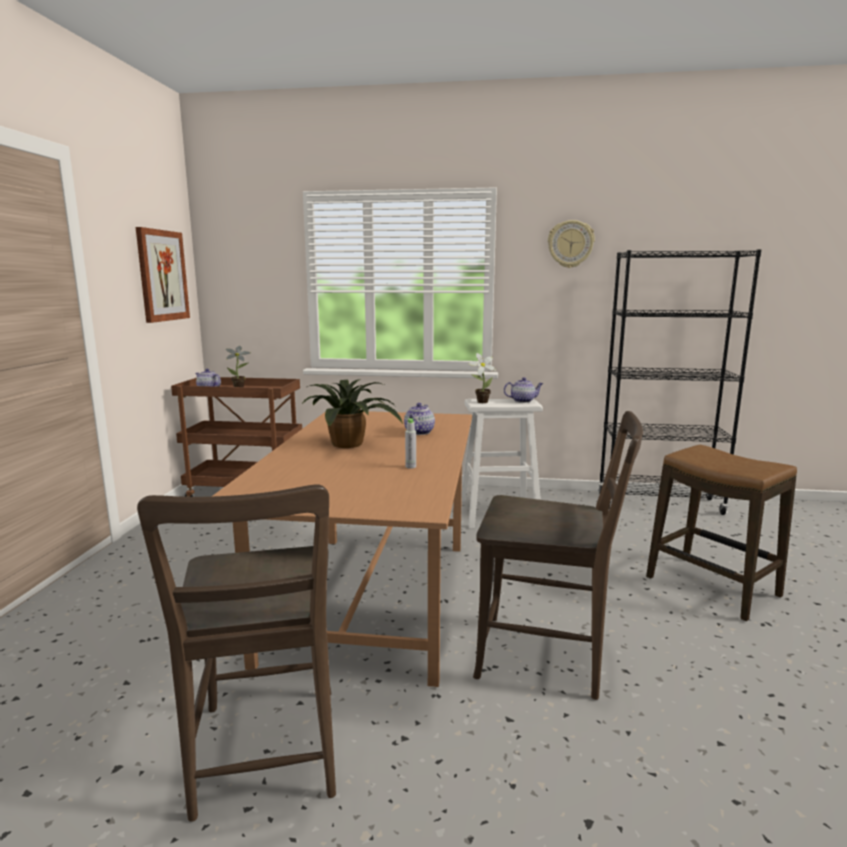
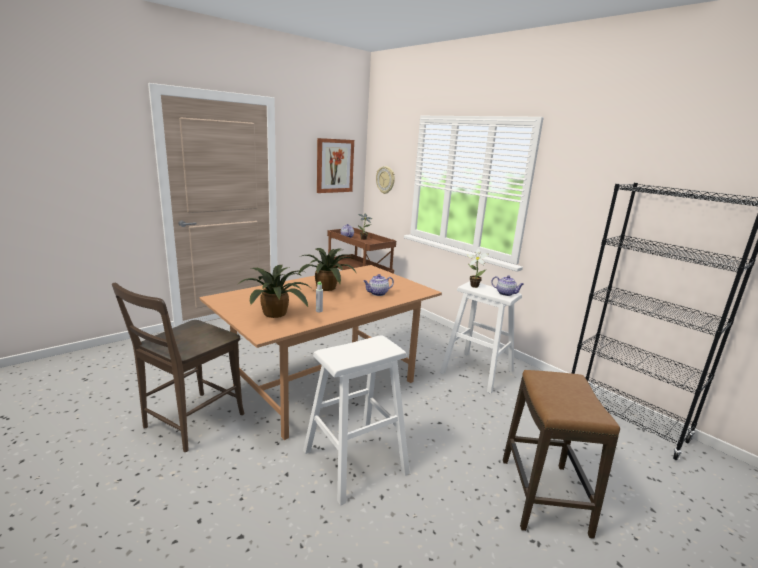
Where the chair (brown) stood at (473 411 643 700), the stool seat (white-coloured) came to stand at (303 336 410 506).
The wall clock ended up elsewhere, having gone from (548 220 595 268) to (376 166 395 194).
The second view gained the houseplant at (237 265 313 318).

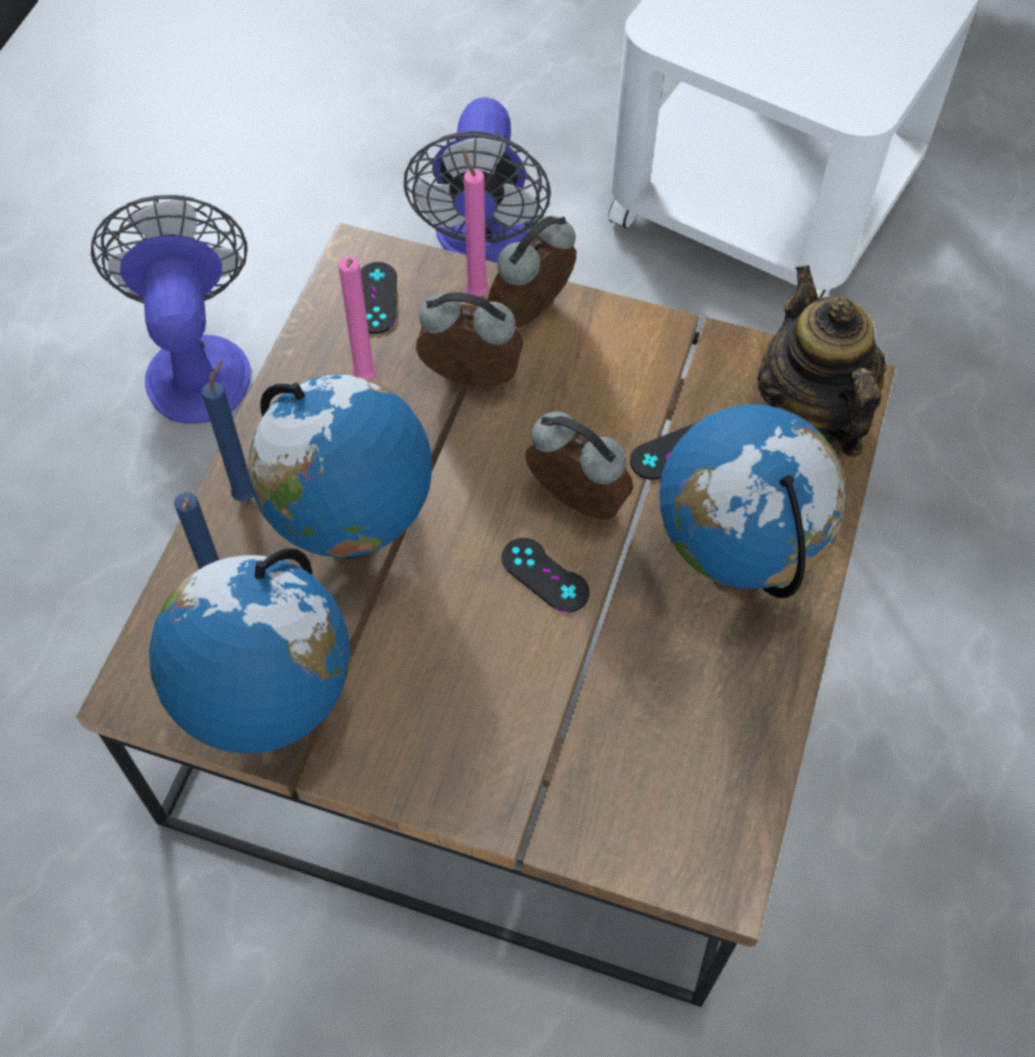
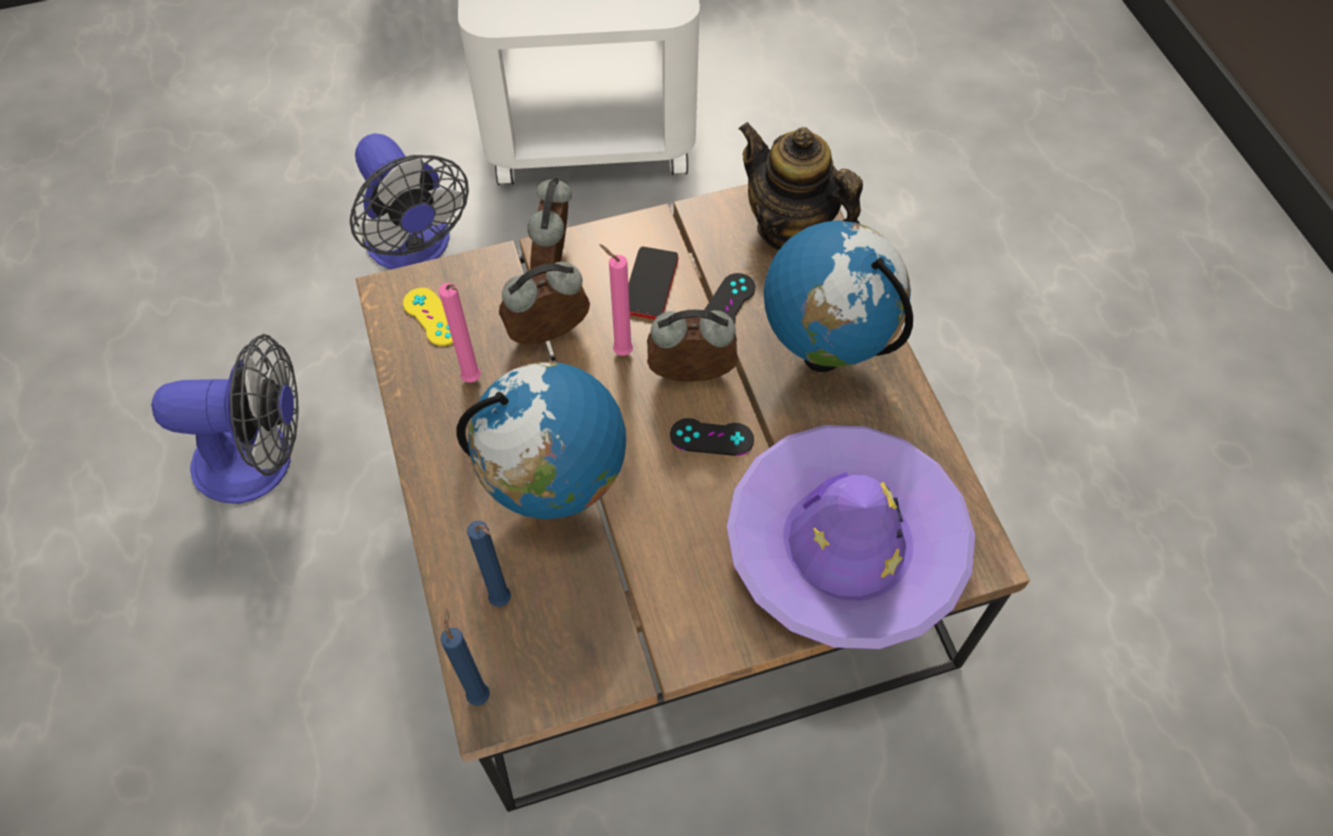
The electric fan at (91 195 251 424) ended up facing another way, 135 degrees clockwise from before.
The second view lost the desk globe at (149 548 350 754).
The wax light (blue) ended up elsewhere, having gone from (202 360 253 502) to (440 608 490 706).
What was the game controller (black-coloured) at (360 262 397 334) turned into the game controller (yellow-coloured) at (403 288 453 346).
The wax light (pink-coloured) ended up elsewhere, having gone from (462 148 488 297) to (599 244 633 356).
The second view gained the telephone at (628 246 678 319).
The second view gained the clothing hat (purple-coloured) at (727 425 975 649).

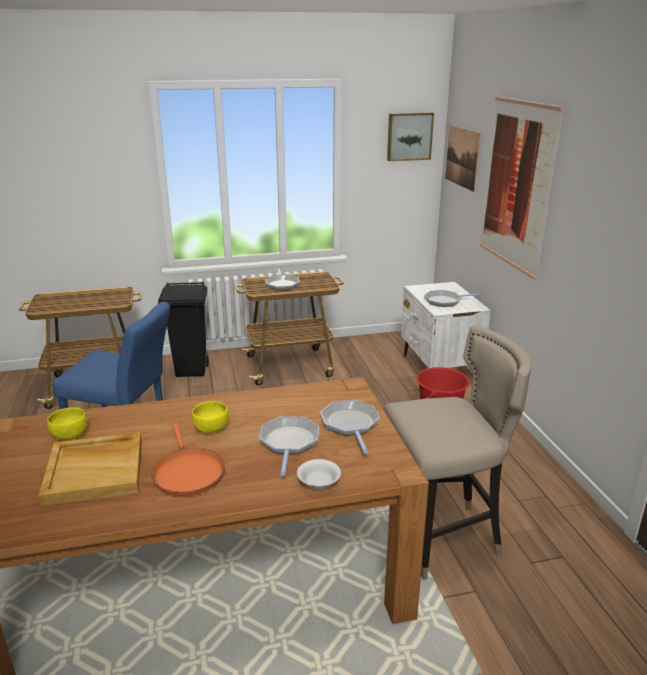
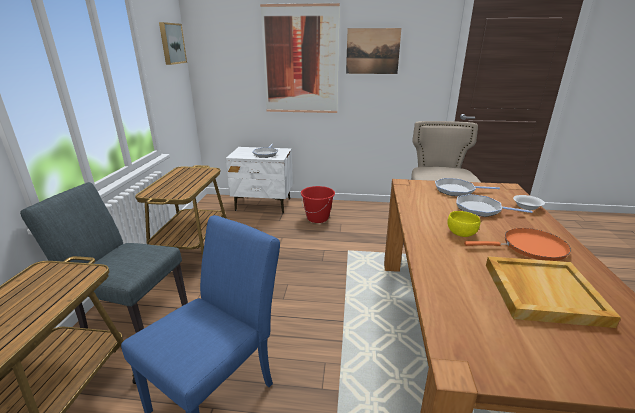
The second view lost the deep dish (yellow-coloured) at (47 407 87 440).
Where the trash can (black-coloured) stood at (158 281 209 377), the chair (gray) came to stand at (20 182 188 333).
The second view lost the frying pan at (265 268 300 291).
The picture ended up elsewhere, having gone from (445 125 481 192) to (346 28 401 74).

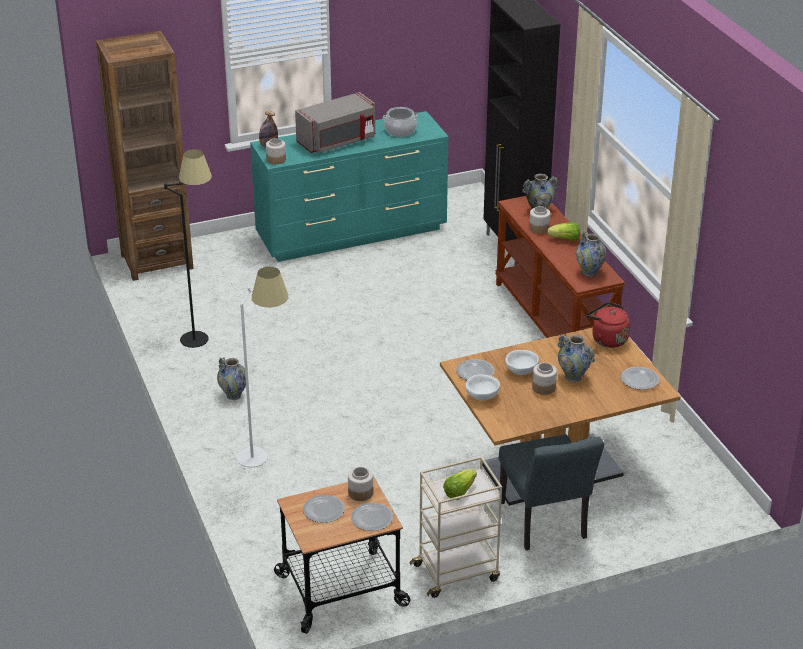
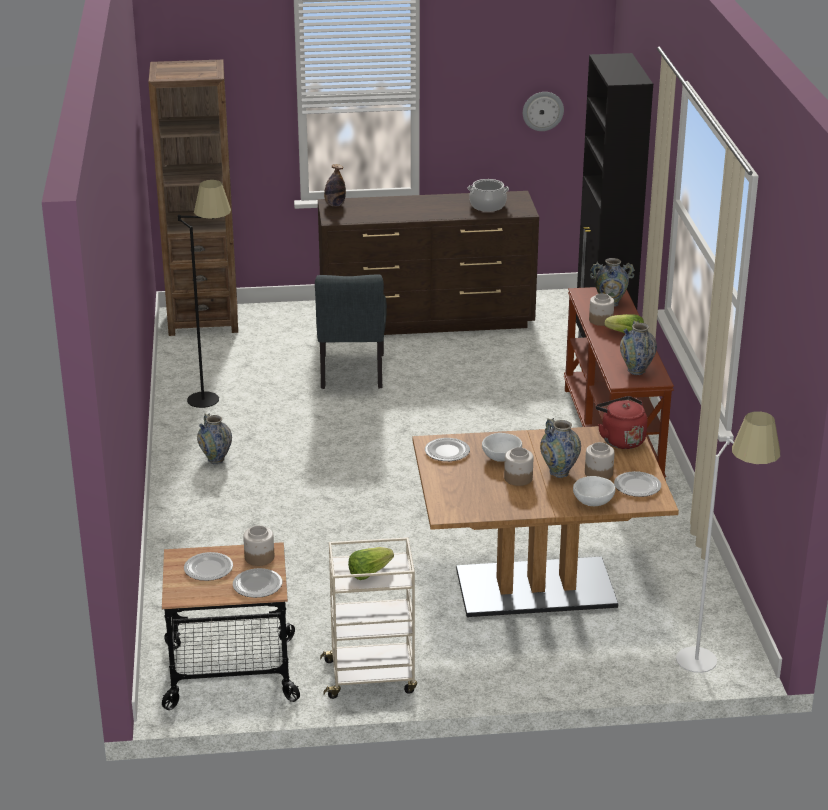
The standard lamp (white-coloured) ended up elsewhere, having gone from (237 267 288 468) to (676 411 780 673).
What was the dresser (turquoise) at (250 111 448 262) turned into the dresser (brown) at (318 191 539 335).
The preserve jar ended up elsewhere, having gone from (266 138 286 164) to (585 442 614 479).
The second view lost the microwave (gray) at (295 92 375 153).
The deep dish (white-coloured) ended up elsewhere, having gone from (466 374 500 401) to (573 476 616 506).
The chair (gray) ended up elsewhere, having gone from (499 434 604 550) to (315 275 387 389).
The second view gained the wall clock at (523 92 564 131).

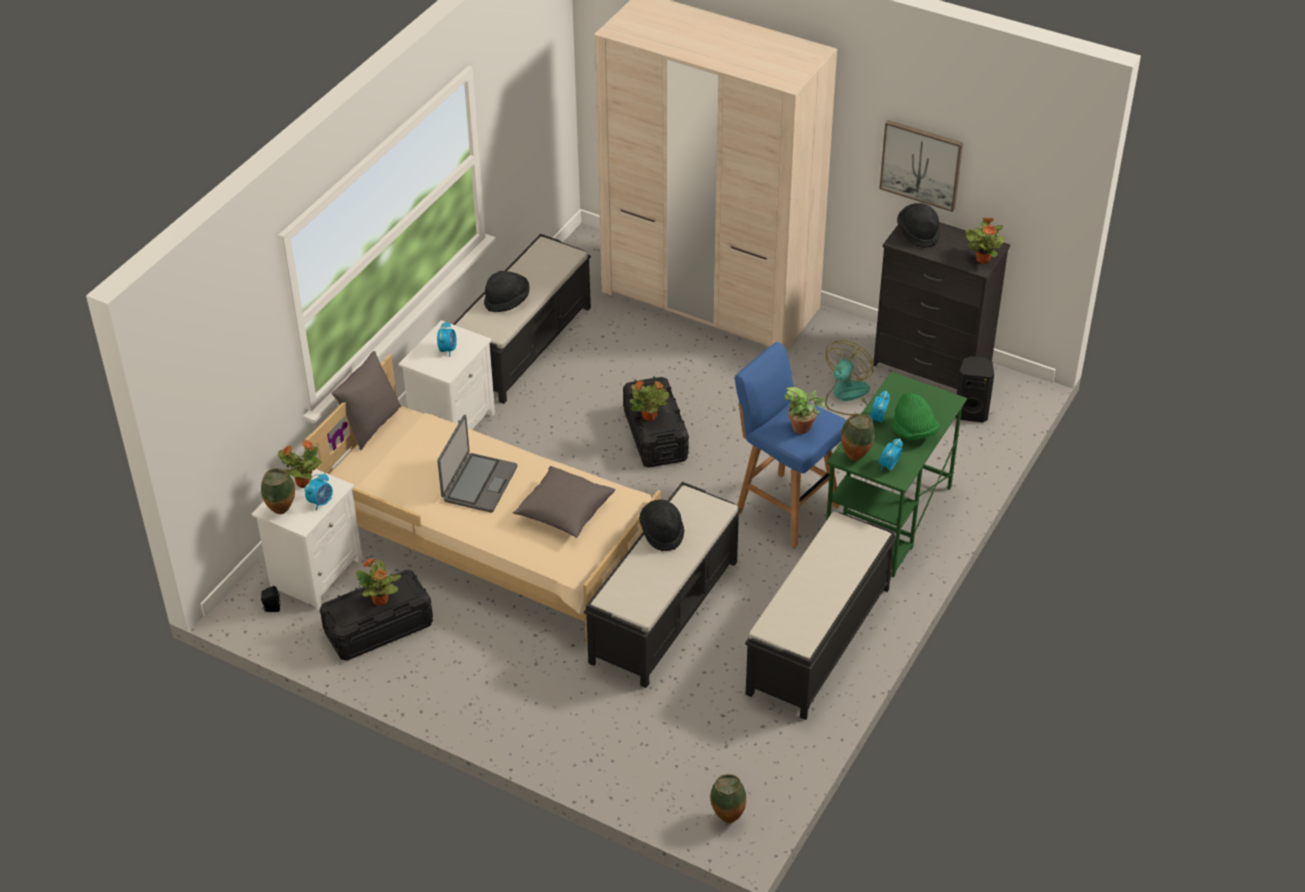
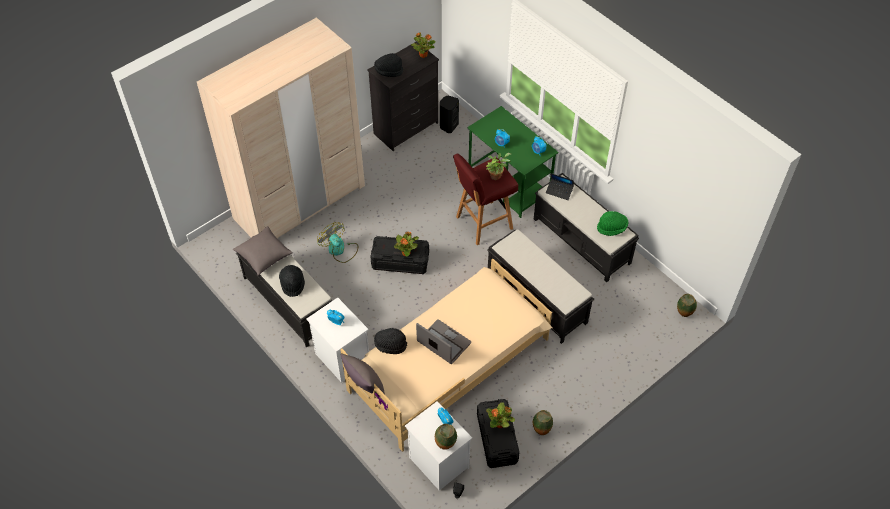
The second view lost the houseplant at (278 440 322 488).
The cushion (gray) ended up elsewhere, having gone from (513 466 615 538) to (233 226 293 276).
The clothing hat (black-coloured) ended up elsewhere, having gone from (639 499 685 551) to (374 328 407 354).
What was the stool seat (blue) at (734 342 846 547) turned into the stool seat (reddish) at (453 154 518 245).
The electric fan ended up elsewhere, having gone from (825 340 873 415) to (317 222 358 263).
The vase ended up elsewhere, having gone from (841 413 875 461) to (533 410 553 435).
The second view lost the picture at (879 120 963 212).
The clothing hat (greenish) ended up elsewhere, having gone from (892 393 940 440) to (597 211 629 236).
The second view gained the portable computer at (546 173 574 200).

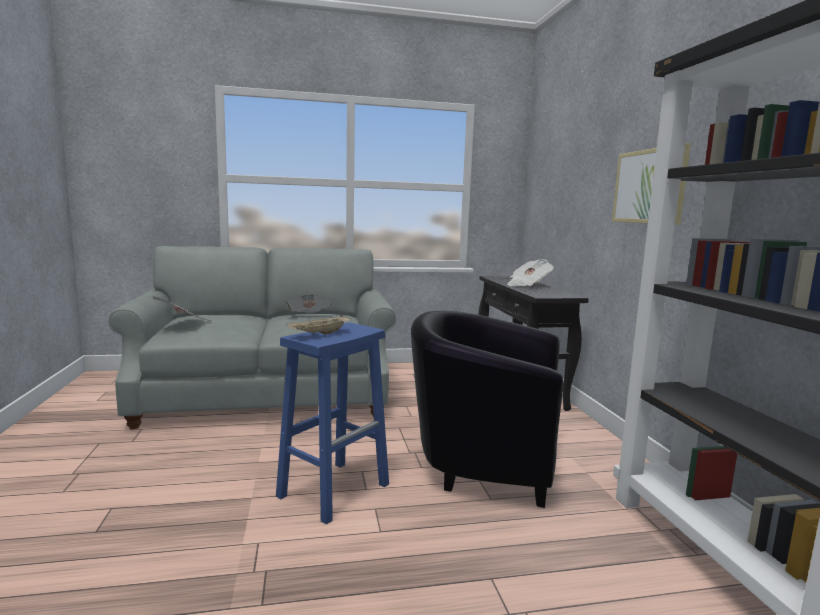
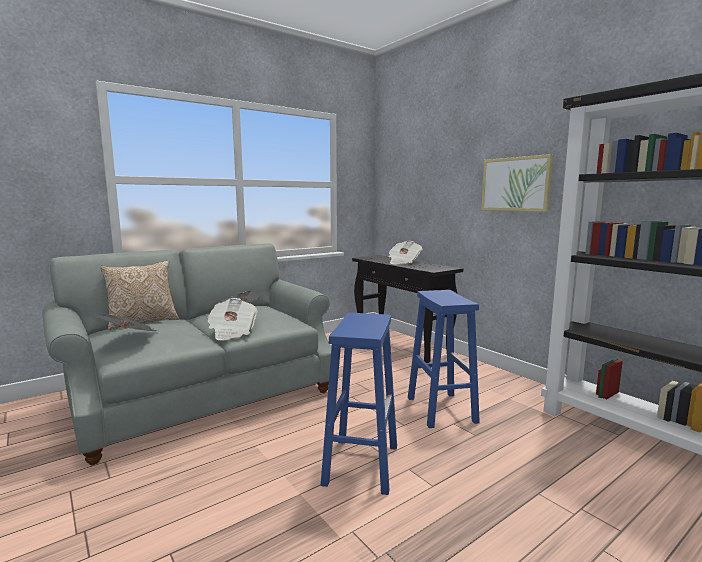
The second view lost the serving tray (sand-coloured) at (286 315 351 335).
Where the lounge chair (black-coloured) stood at (411 311 563 508), the stool seat (blue) came to stand at (408 290 480 428).
The second view gained the cushion at (100 260 179 330).
The second view gained the printed paper at (207 298 258 341).

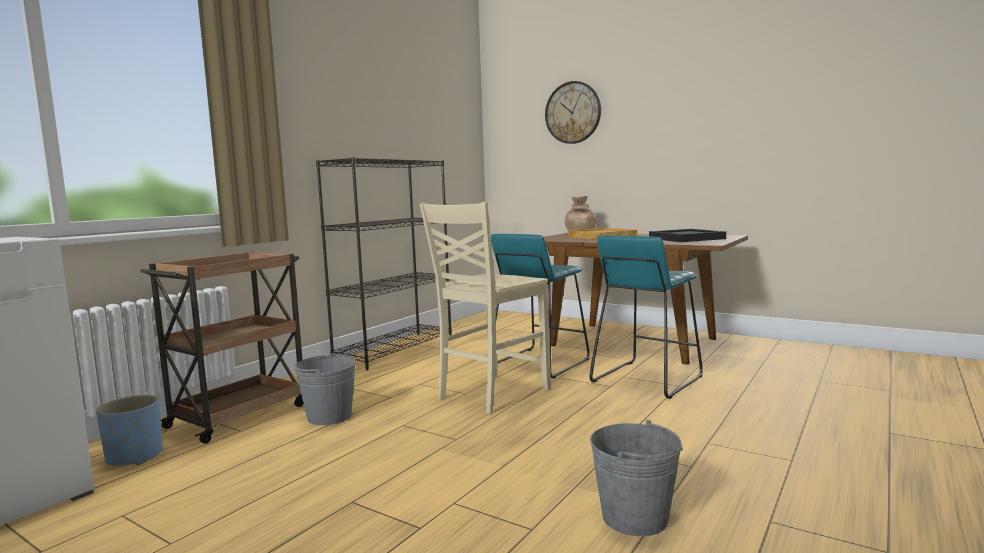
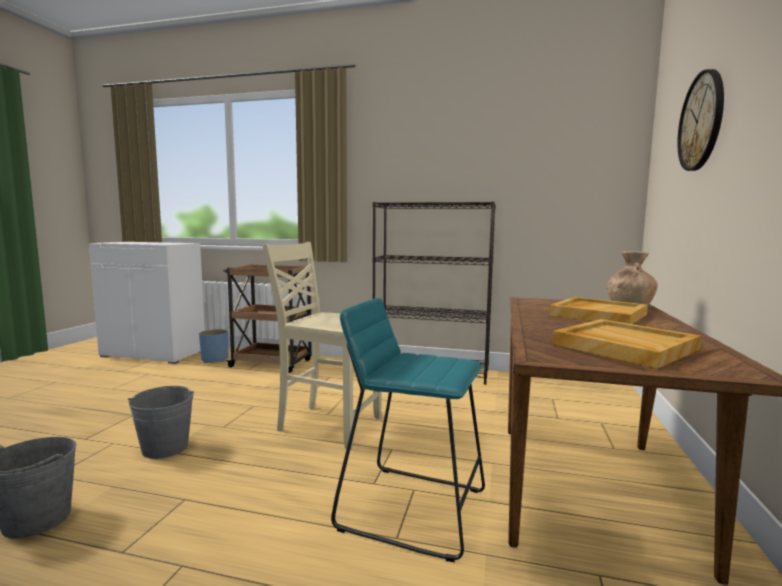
The pail (gray) ended up elsewhere, having gone from (294 353 356 425) to (128 386 194 459).
The second view lost the stool seat (turquoise) at (487 234 590 379).
What was the serving tray (black-coloured) at (649 229 726 242) turned into the serving tray (sand-coloured) at (552 319 701 368).

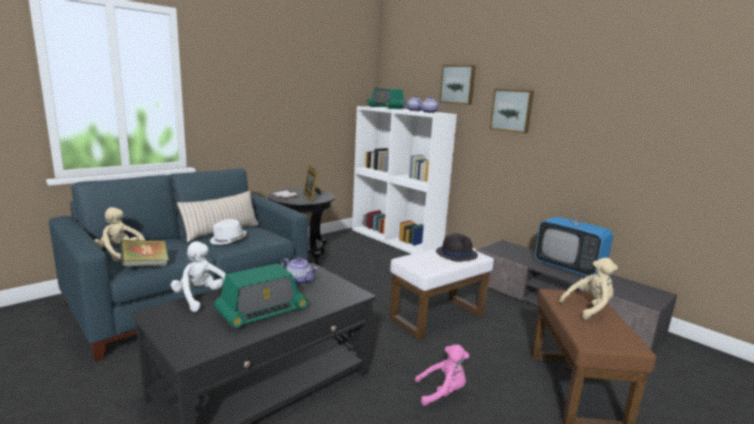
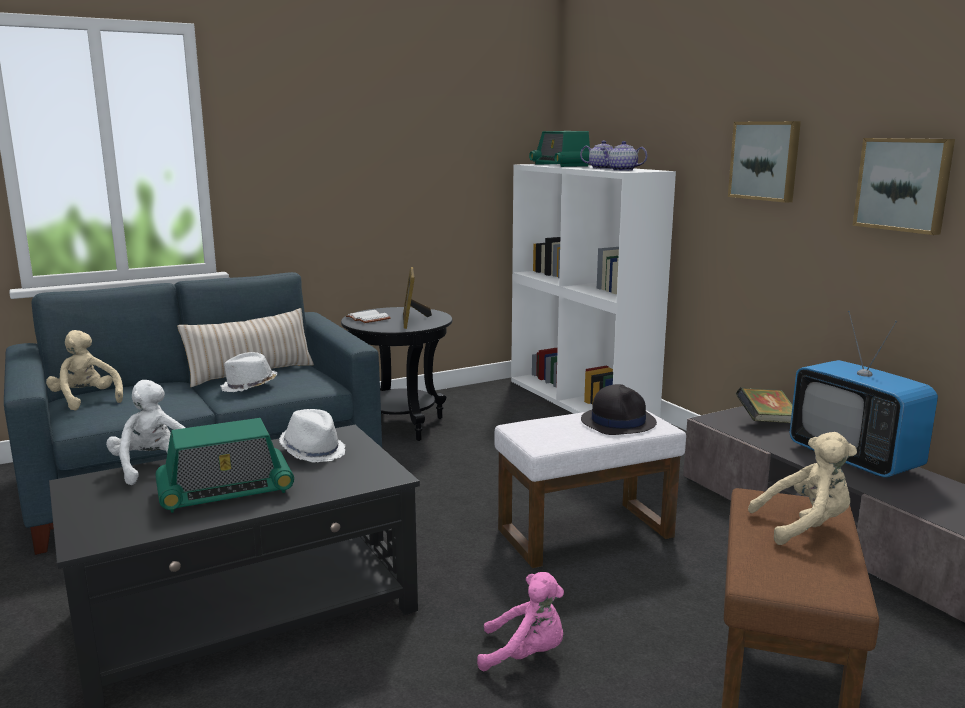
The bound book ended up elsewhere, having gone from (120 240 169 266) to (736 387 792 423).
Where the teapot stood at (281 257 318 285), the clothing hat (white-coloured) came to stand at (279 409 345 462).
The picture ended up elsewhere, having gone from (439 65 476 105) to (853 138 955 235).

